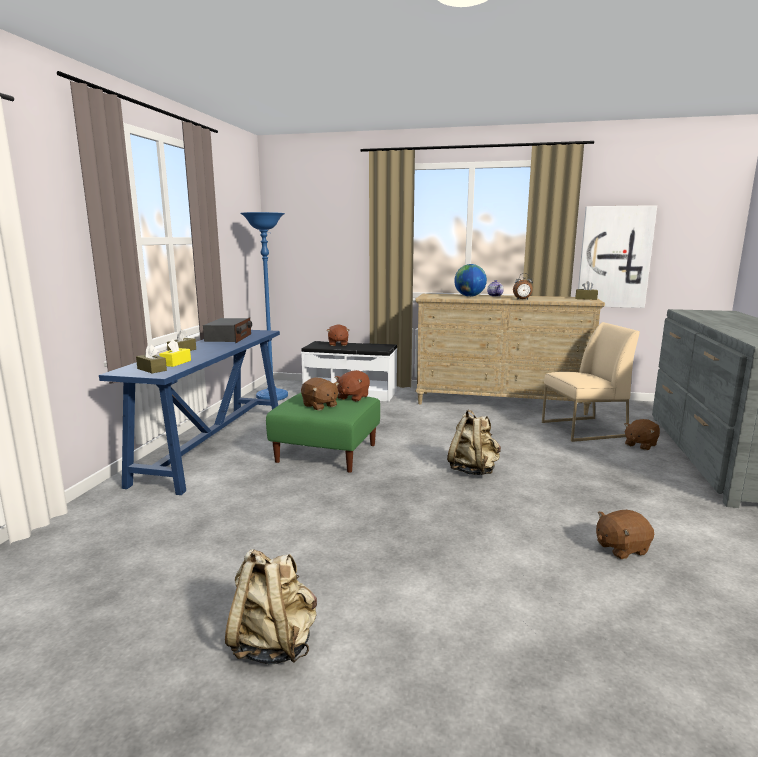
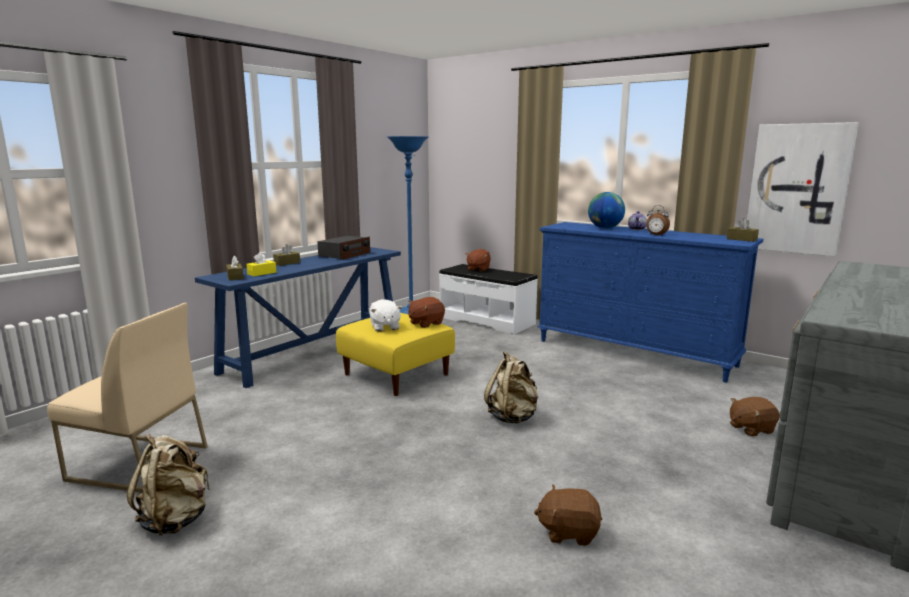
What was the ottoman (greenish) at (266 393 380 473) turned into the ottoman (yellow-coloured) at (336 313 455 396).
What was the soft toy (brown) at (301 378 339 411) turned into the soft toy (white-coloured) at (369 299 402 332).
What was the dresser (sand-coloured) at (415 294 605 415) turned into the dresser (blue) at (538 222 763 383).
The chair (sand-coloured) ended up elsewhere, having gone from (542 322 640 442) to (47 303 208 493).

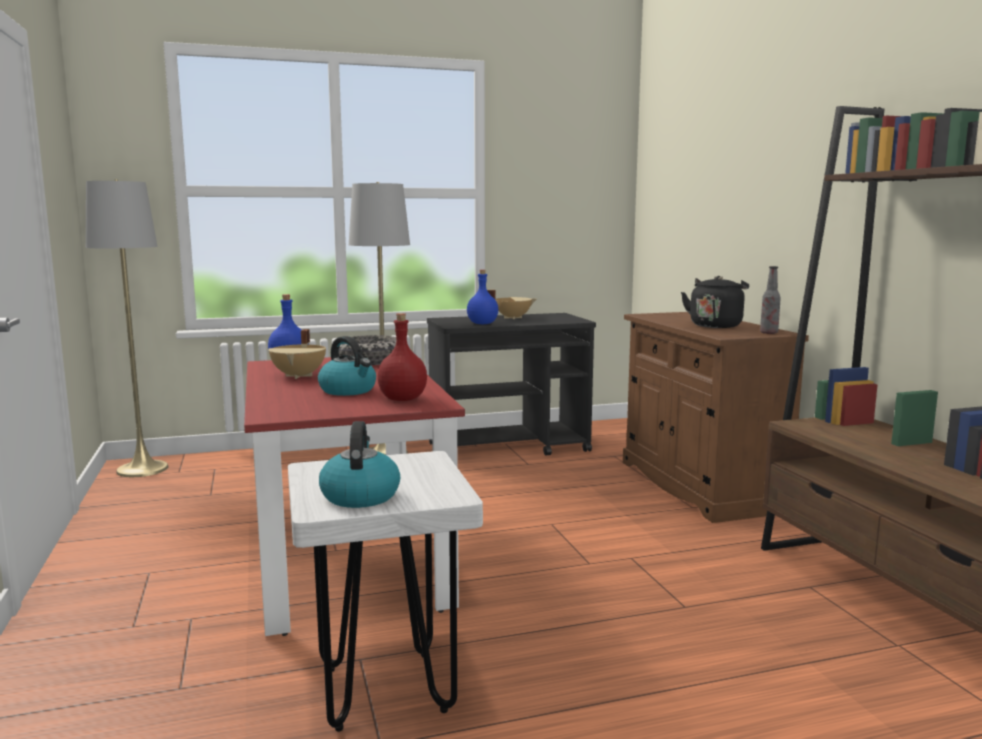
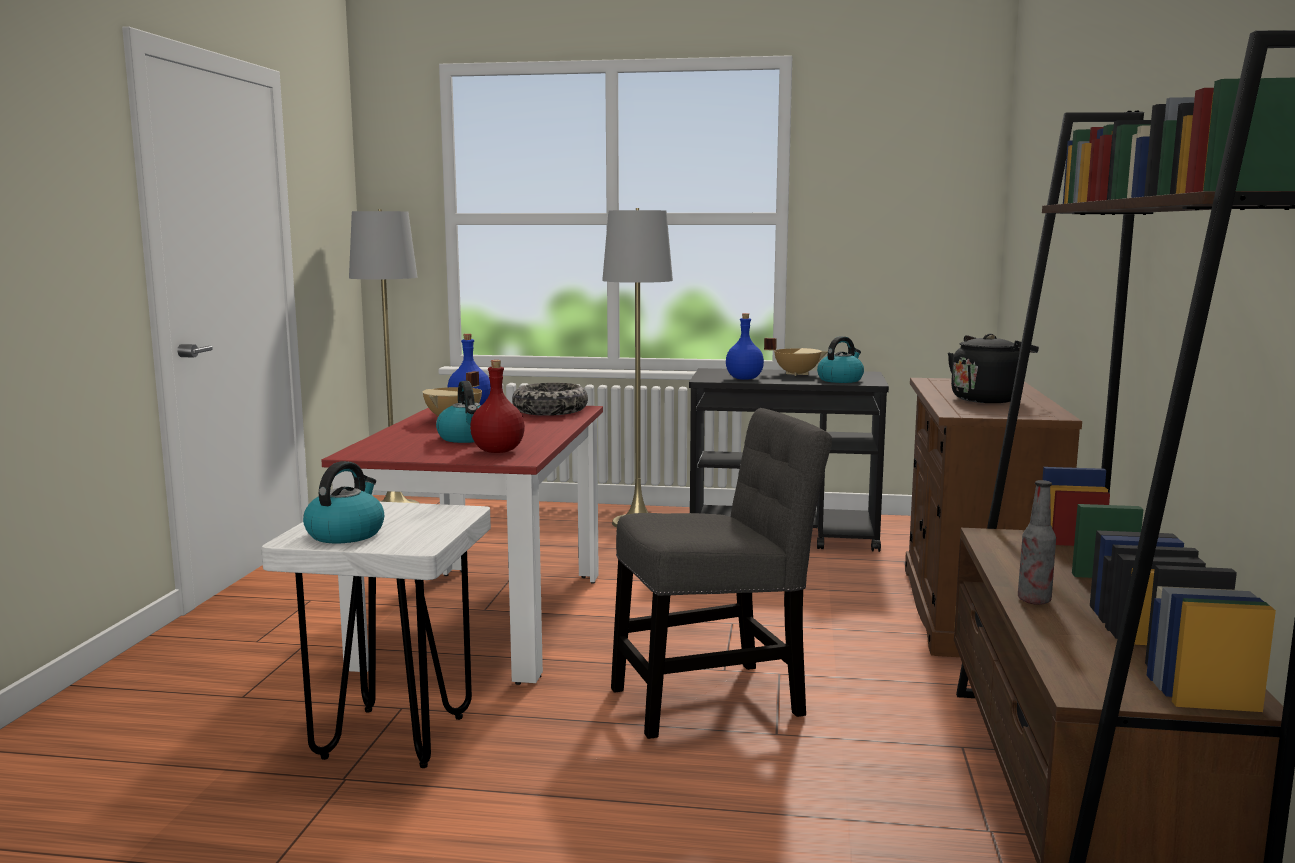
The beverage bottle ended up elsewhere, having gone from (760 266 781 334) to (1018 480 1056 605).
The second view gained the chair (gray) at (611 408 832 739).
The second view gained the tea kettle at (817 336 864 383).

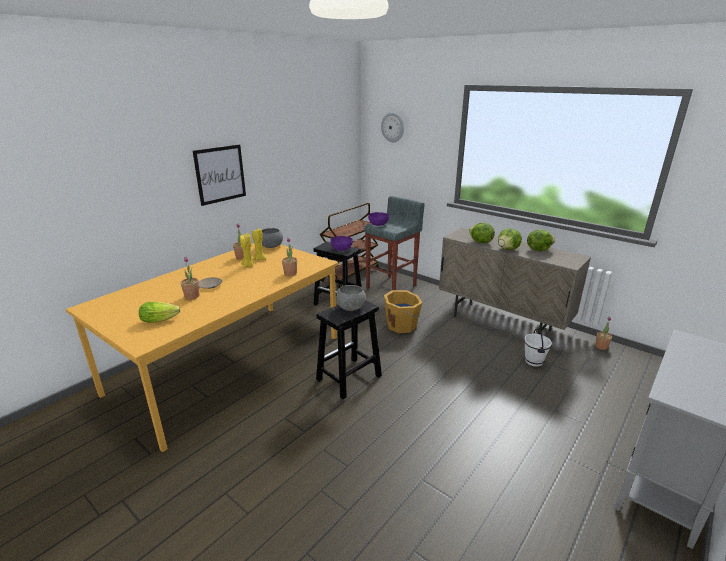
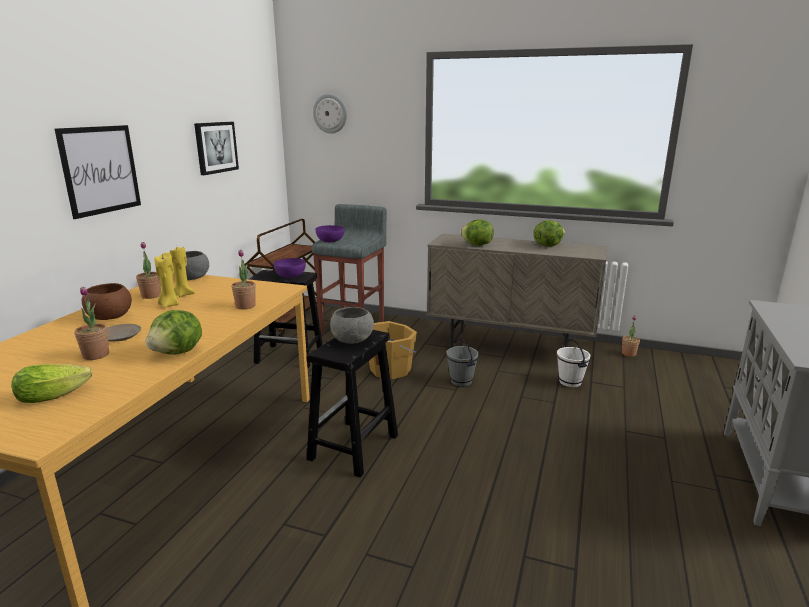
The lettuce ended up elsewhere, having gone from (498 228 522 250) to (146 310 202 355).
The second view gained the deep dish (brown) at (82 283 132 320).
The second view gained the picture at (194 122 239 175).
The second view gained the pail (gray) at (446 338 479 386).

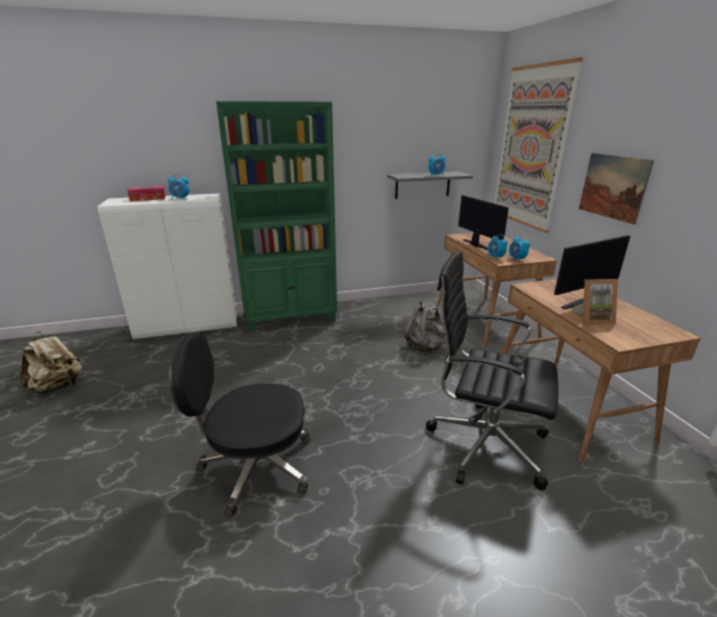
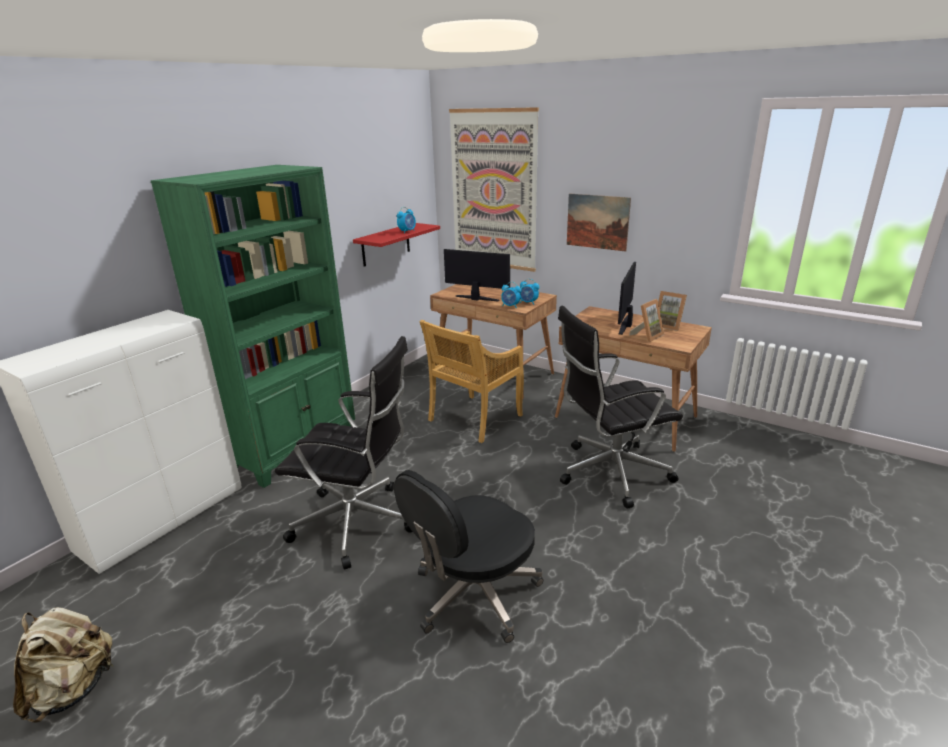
The second view lost the tissue box at (127 186 166 201).
The second view lost the alarm clock at (168 174 190 199).
What was the wall shelf (gray) at (387 172 473 199) turned into the wall shelf (reddish) at (353 223 440 267).
Where the knapsack (gray) stood at (404 300 445 353), the chair (sand-coloured) came to stand at (420 320 524 443).
The second view gained the office chair (black-coloured) at (275 336 413 570).
The second view gained the standing frame at (658 291 687 331).

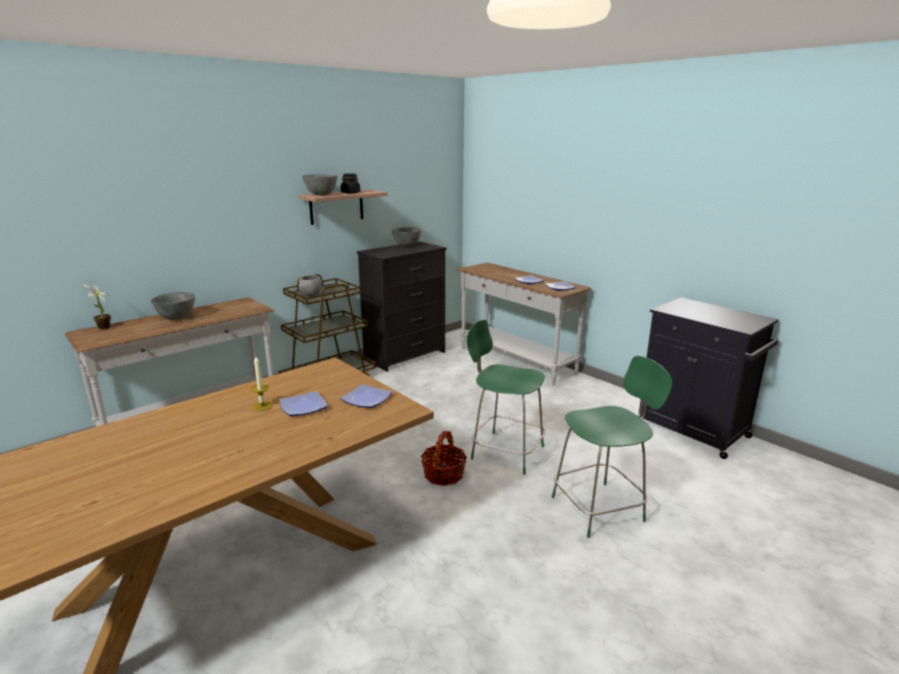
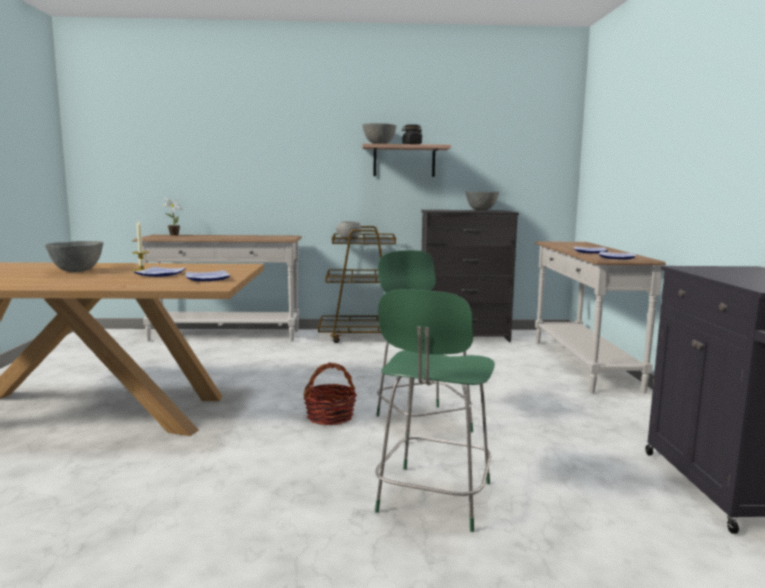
The deep dish (gray) ended up elsewhere, having gone from (151 292 195 320) to (45 241 103 272).
The chair (greenish) at (552 356 672 538) ended up facing another way, 90 degrees clockwise from before.

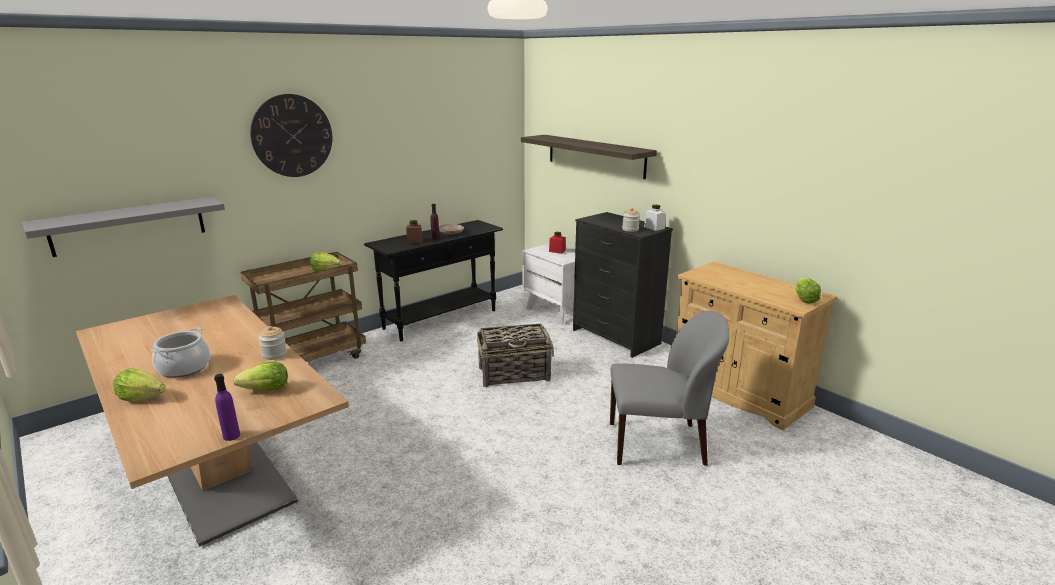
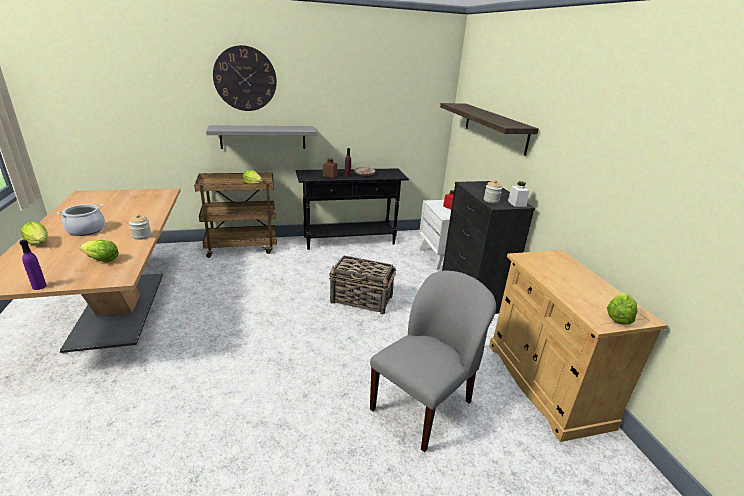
The wall shelf (gray) ended up elsewhere, having gone from (22 197 225 257) to (206 125 317 149).
The chair (gray) at (610 311 729 465) ended up facing another way, 75 degrees counterclockwise from before.

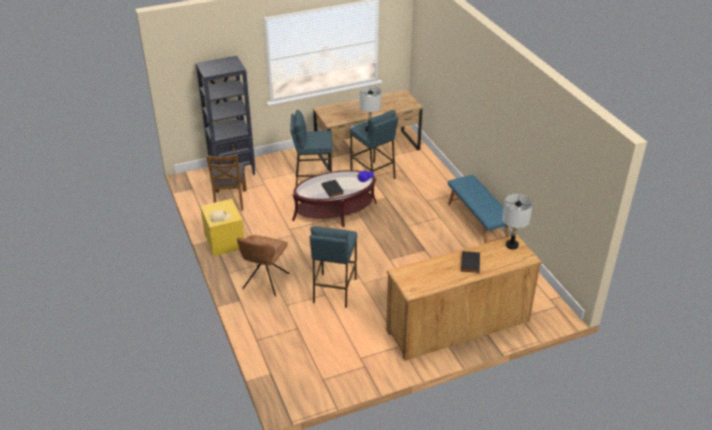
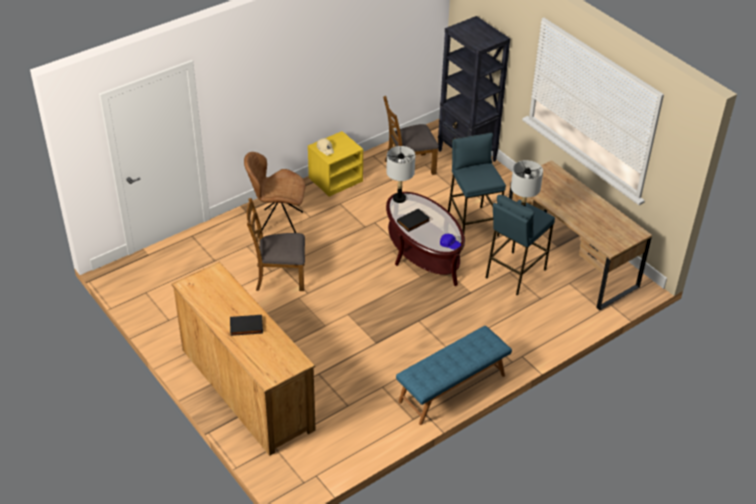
Where the stool seat (blue) stood at (310 226 357 308), the chair (brown) came to stand at (247 198 305 291).
The lamp for a table (gray) ended up elsewhere, having gone from (502 194 533 250) to (386 146 415 203).

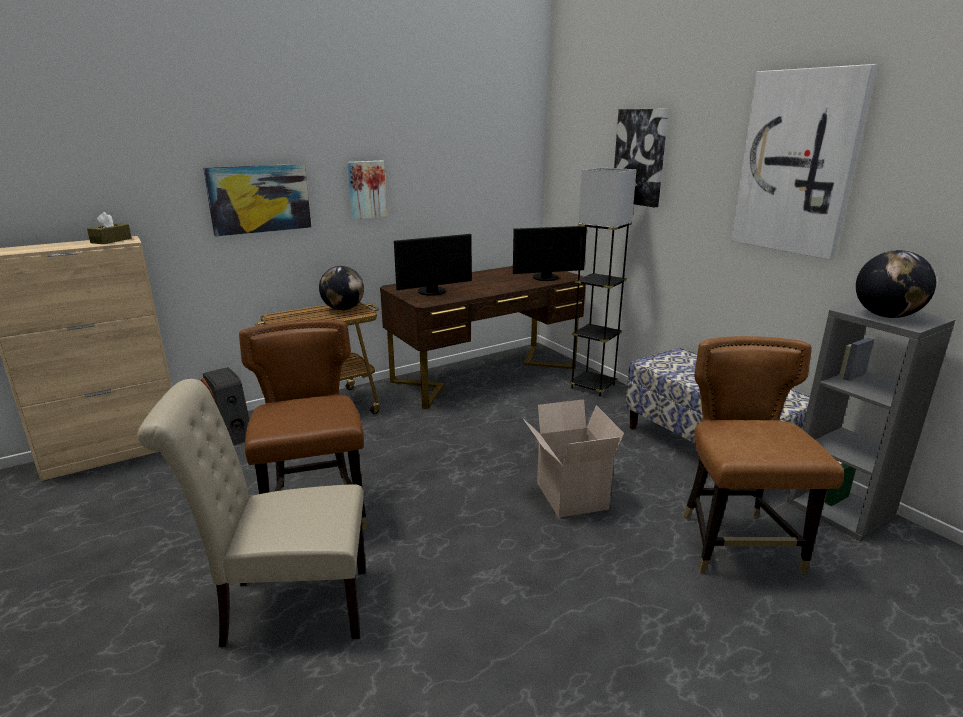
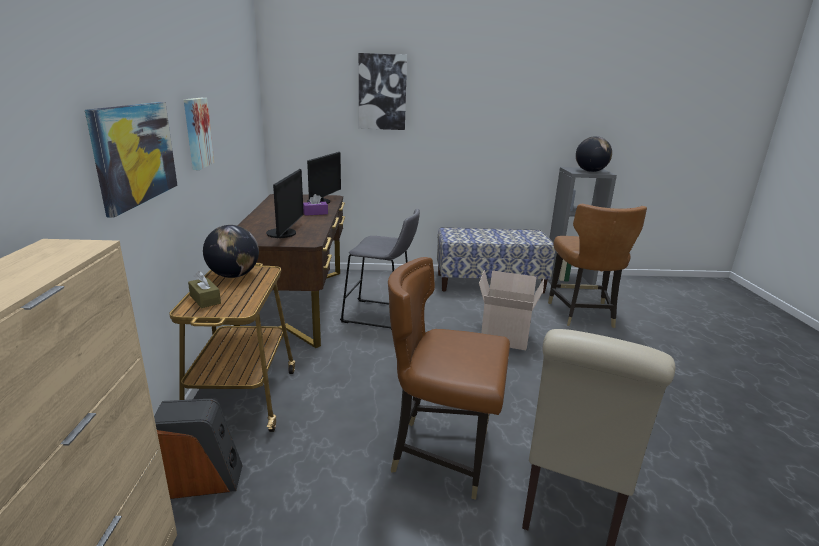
The tissue box (brown) ended up elsewhere, having gone from (87 212 131 244) to (188 271 221 308).
The second view lost the standard lamp (gray) at (569 167 637 397).
The chair (brown) at (683 336 844 574) ended up facing another way, 120 degrees counterclockwise from before.
The second view lost the picture at (731 64 877 260).
The second view gained the tissue box (purple-coloured) at (303 194 328 216).
The second view gained the stool seat (gray) at (340 208 420 328).

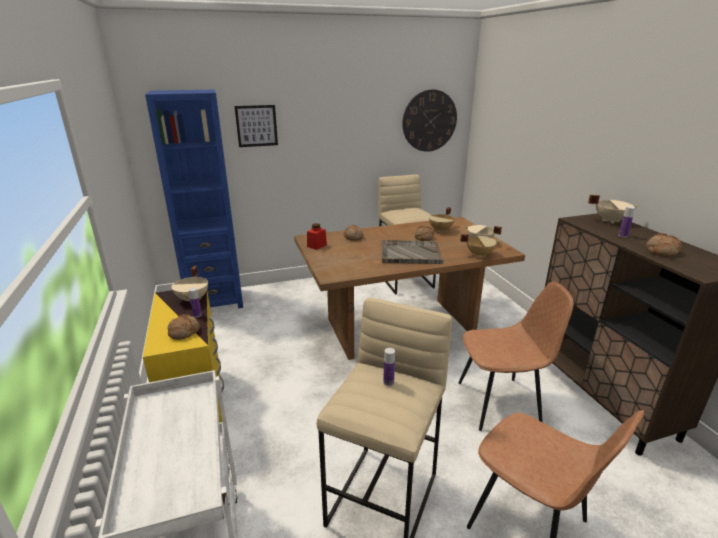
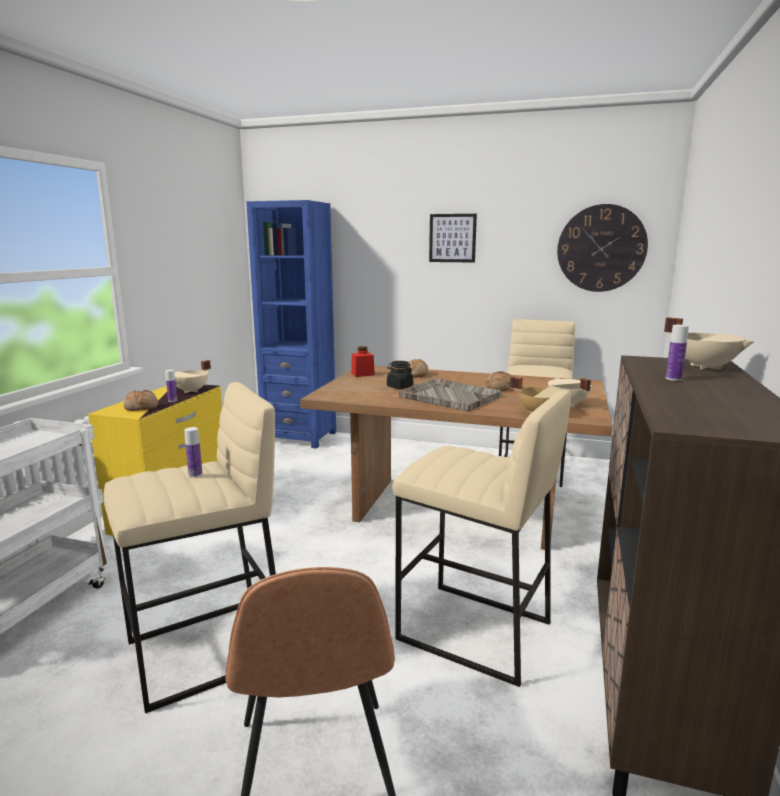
The picture ended up elsewhere, having gone from (234 105 278 147) to (429 214 477 263).
The second view lost the cooking pot (sand-coloured) at (429 207 455 232).
Where the chair (brown) stood at (458 281 573 431), the stool seat (sand-coloured) came to stand at (392 390 571 687).
The second view lost the bread at (646 233 682 257).
The second view gained the preserve jar (black-coloured) at (387 361 413 389).

